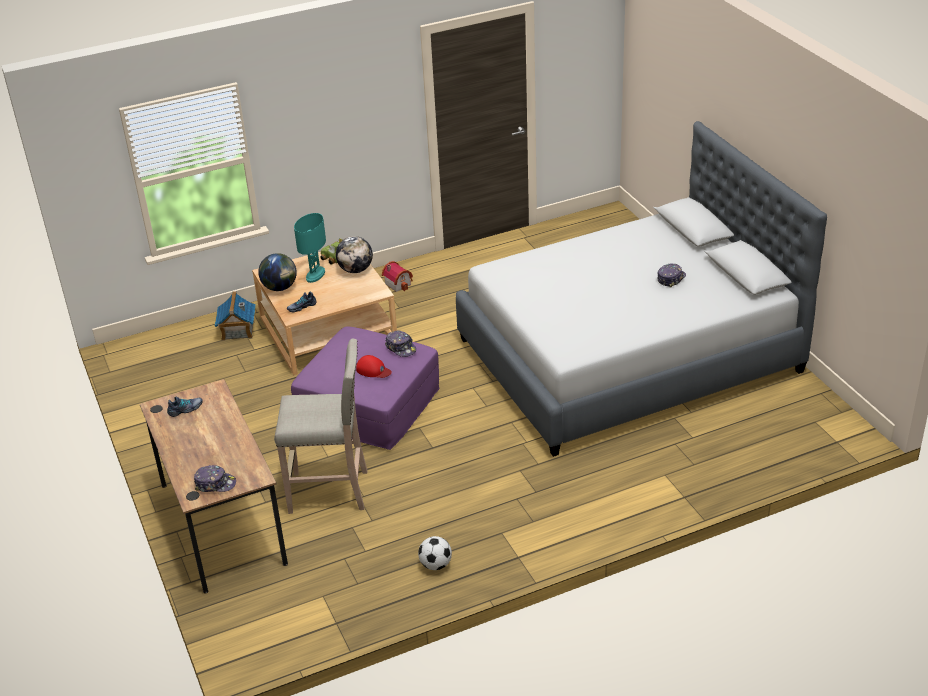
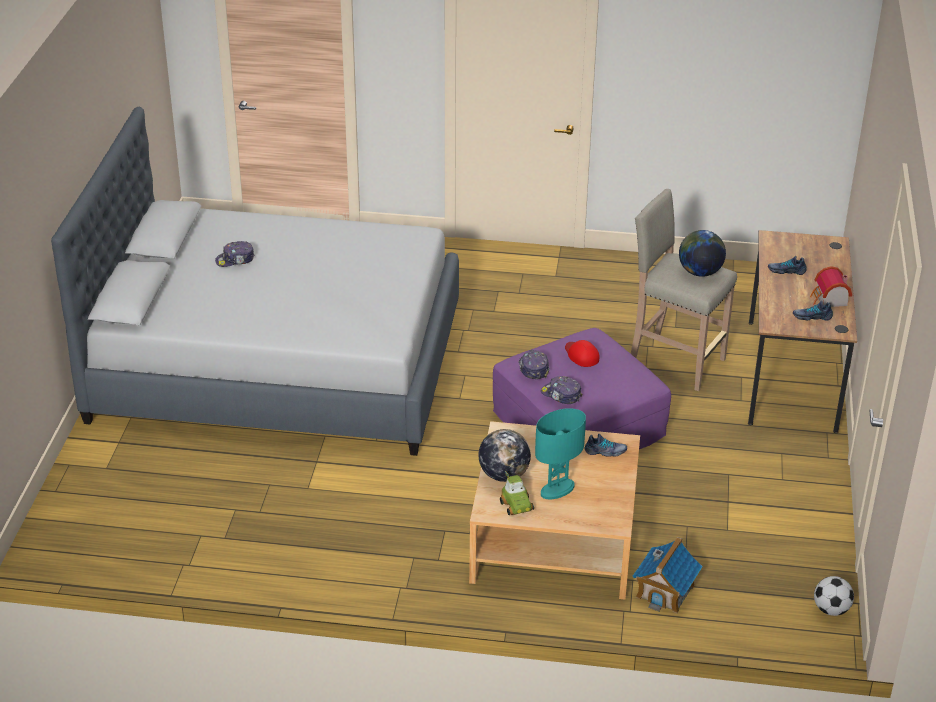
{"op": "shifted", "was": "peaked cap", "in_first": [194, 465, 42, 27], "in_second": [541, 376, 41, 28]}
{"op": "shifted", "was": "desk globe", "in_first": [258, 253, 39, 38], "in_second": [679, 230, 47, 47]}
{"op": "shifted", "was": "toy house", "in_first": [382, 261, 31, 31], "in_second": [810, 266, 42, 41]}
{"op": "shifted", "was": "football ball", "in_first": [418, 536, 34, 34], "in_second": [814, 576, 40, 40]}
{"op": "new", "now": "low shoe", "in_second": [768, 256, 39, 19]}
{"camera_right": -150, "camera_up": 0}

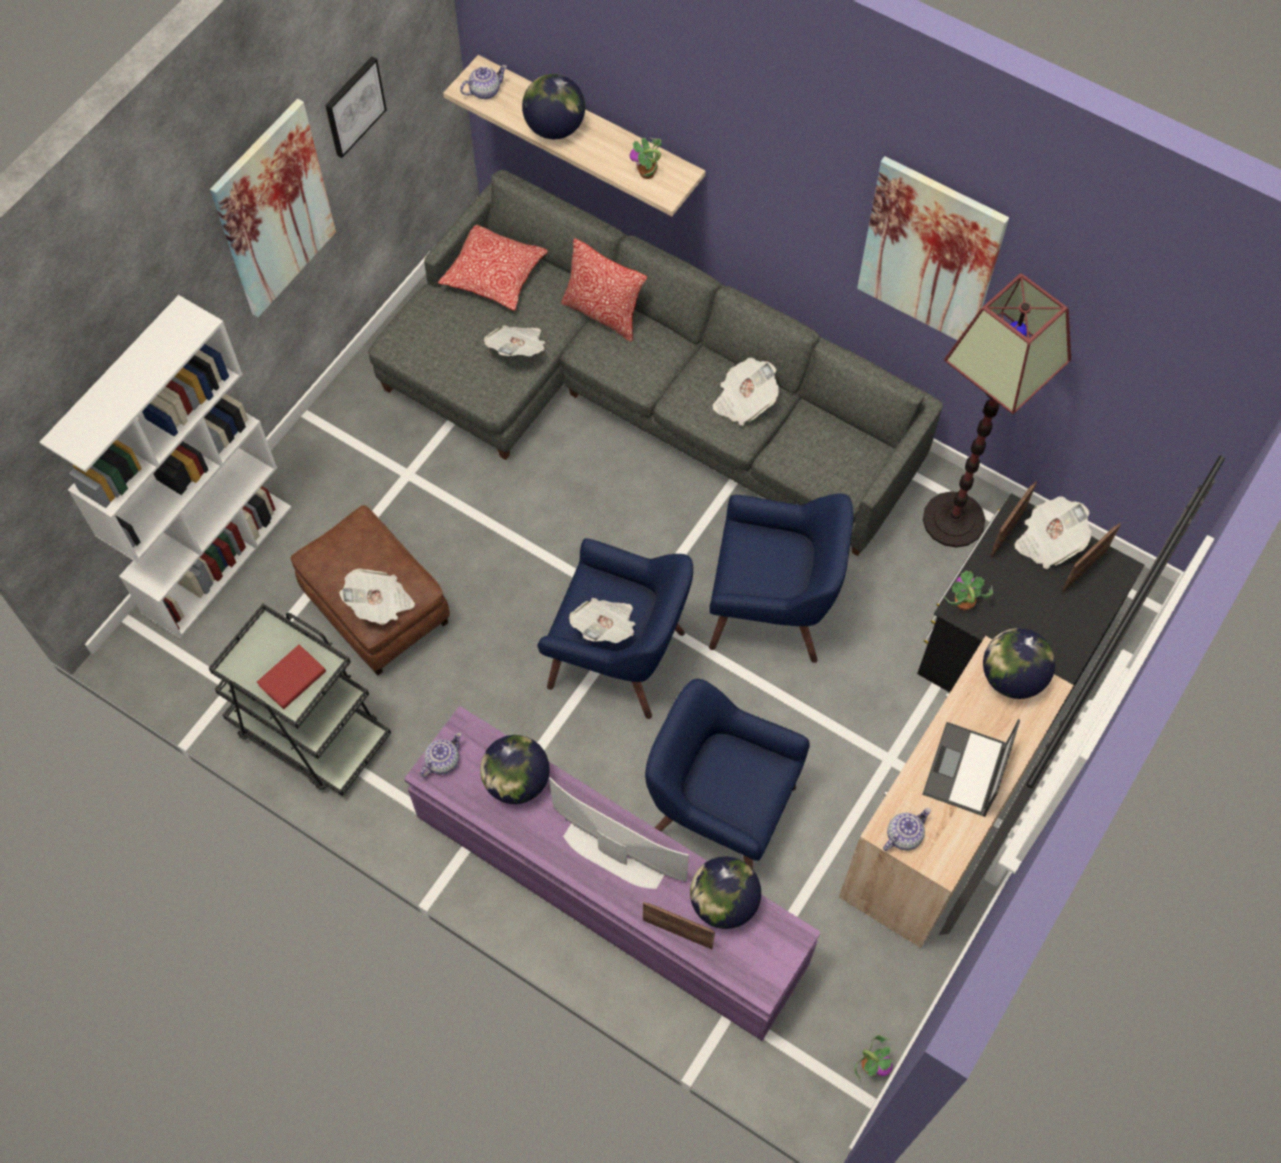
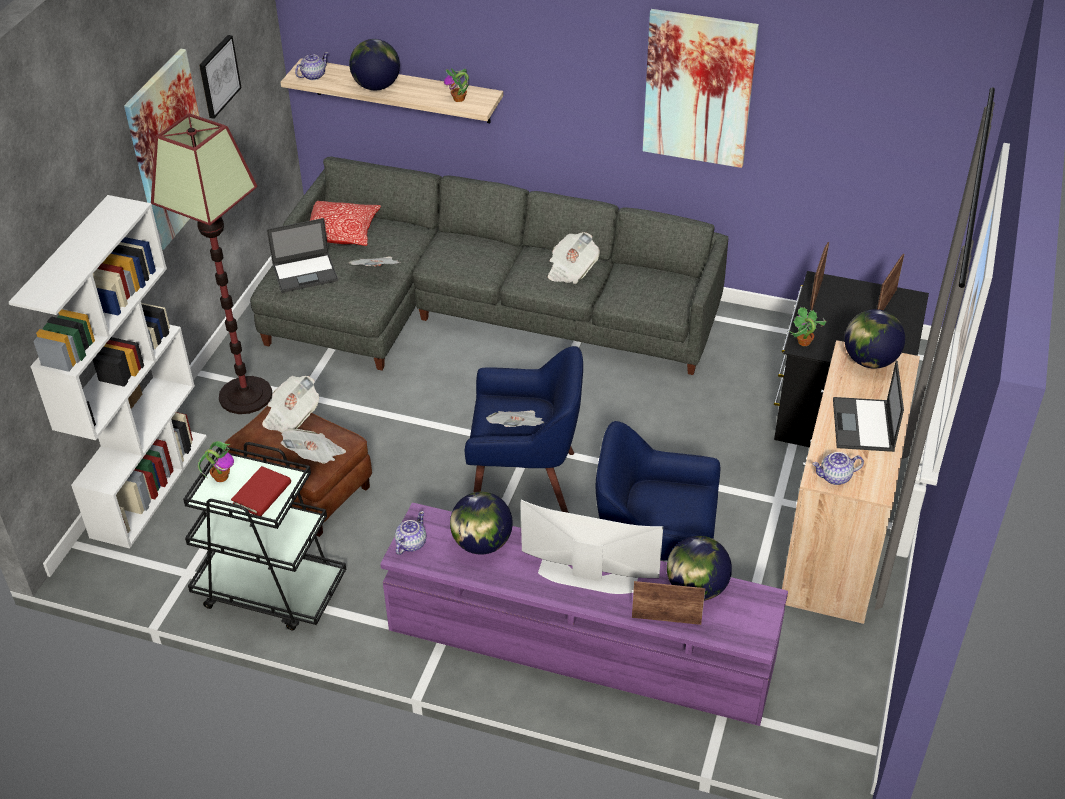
{"op": "gone", "was": "throw pillow", "in_first": [561, 238, 86, 104]}
{"op": "gone", "was": "blue-coloured easy chair", "in_first": [709, 494, 144, 169]}
{"op": "shifted", "was": "plant in a pot", "in_first": [854, 1035, 39, 48], "in_second": [198, 441, 36, 41]}
{"op": "rotated", "was": "pot for tea", "in_first": [883, 808, 48, 43], "in_second": [813, 452, 51, 33], "clockwise": -135}
{"op": "shifted", "was": "standing lamp", "in_first": [923, 273, 148, 275], "in_second": [151, 113, 121, 301]}
{"op": "shifted", "was": "newspaper", "in_first": [1015, 496, 77, 73], "in_second": [262, 376, 57, 57]}
{"op": "new", "now": "laptop", "in_second": [267, 218, 71, 75]}
{"camera_right": -15, "camera_up": -20}

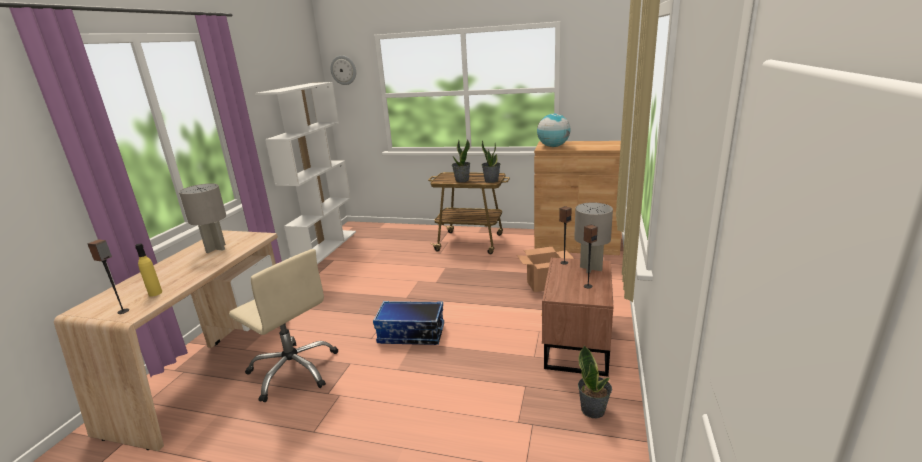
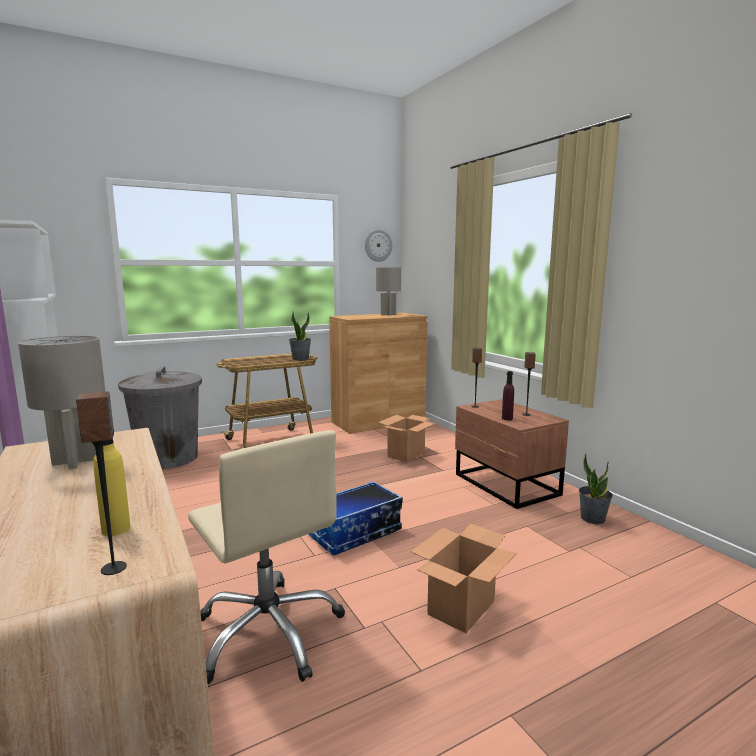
{"op": "rotated", "was": "beige desk chair", "in_first": [229, 249, 109, 153], "in_second": [188, 430, 157, 254], "clockwise": 60}
{"op": "shifted", "was": "wall clock", "in_first": [330, 55, 26, 30], "in_second": [365, 229, 27, 33]}
{"op": "gone", "was": "plant in a pot", "in_first": [452, 140, 18, 42]}
{"op": "gone", "was": "desk globe", "in_first": [537, 113, 33, 34]}
{"op": "shifted", "was": "grey lamp for a table", "in_first": [574, 202, 39, 72], "in_second": [376, 267, 25, 49]}
{"op": "new", "now": "grey rubbish bin", "in_second": [118, 367, 84, 102]}
{"op": "new", "now": "packing box", "in_second": [411, 524, 106, 109]}
{"op": "new", "now": "purplish bottle", "in_second": [502, 371, 12, 49]}
{"camera_right": -45, "camera_up": -10}

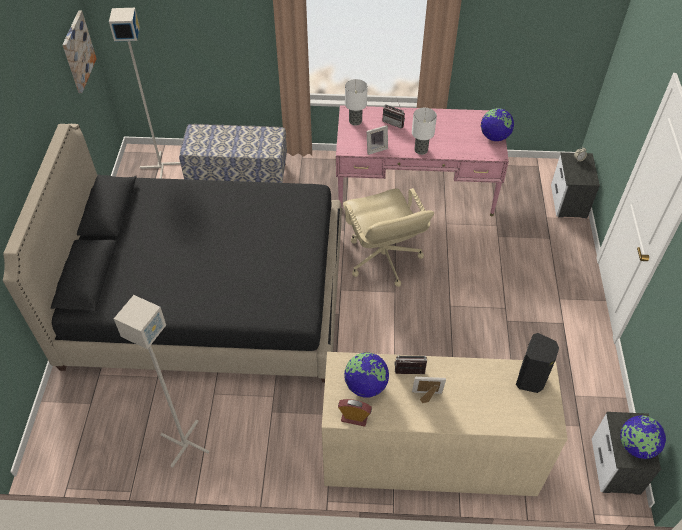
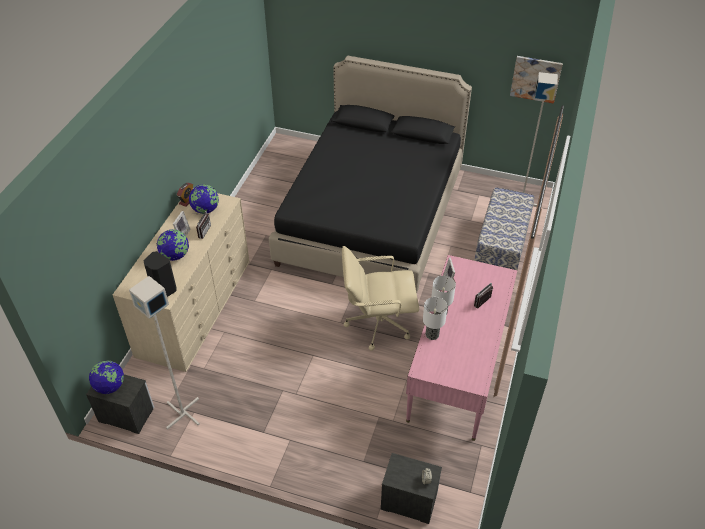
{"op": "shifted", "was": "grey standing lamp", "in_first": [114, 295, 95, 173], "in_second": [129, 276, 70, 153]}
{"op": "shifted", "was": "lamp for a table", "in_first": [345, 79, 23, 47], "in_second": [423, 297, 25, 43]}
{"op": "shifted", "was": "desk globe", "in_first": [481, 108, 33, 33], "in_second": [157, 229, 32, 32]}
{"camera_right": 105, "camera_up": -5}

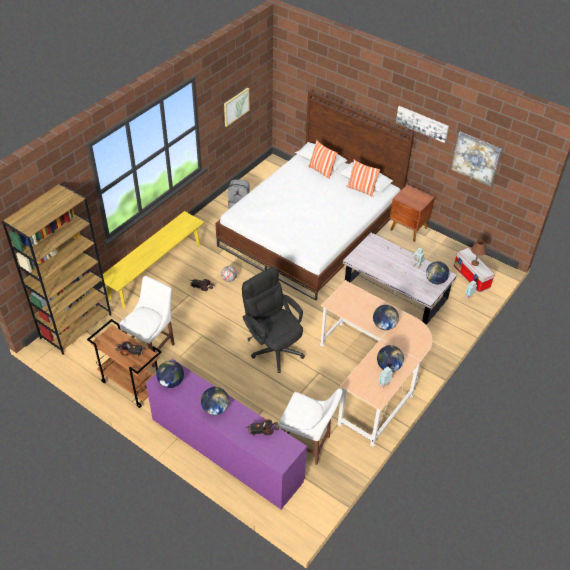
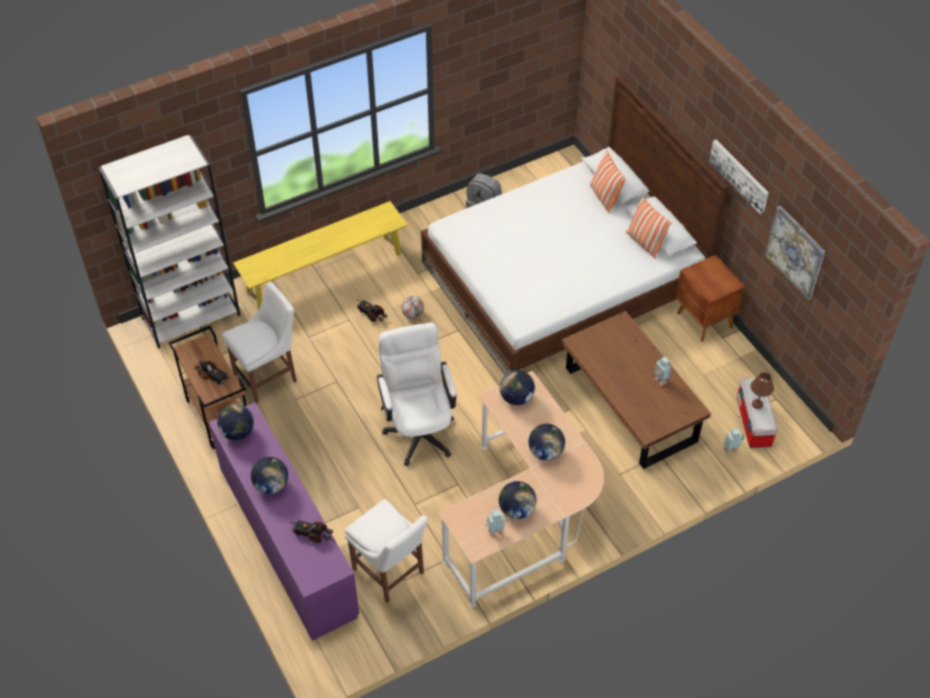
{"op": "repainted", "was": "brown bookcase", "now": "white-coloured bookcase", "in_first": [2, 184, 109, 171], "in_second": [98, 135, 142, 214]}
{"op": "gone", "was": "wall picture", "in_first": [224, 88, 26, 39]}
{"op": "repainted", "was": "black-coloured desk chair", "now": "white-coloured desk chair", "in_first": [242, 267, 63, 106], "in_second": [377, 322, 79, 144]}
{"op": "repainted", "was": "white-coloured low table", "now": "brown low table", "in_first": [343, 233, 114, 92], "in_second": [561, 311, 150, 158]}
{"op": "shifted", "was": "desk globe", "in_first": [426, 261, 23, 23], "in_second": [499, 370, 36, 35]}
{"camera_right": 25, "camera_up": 5}

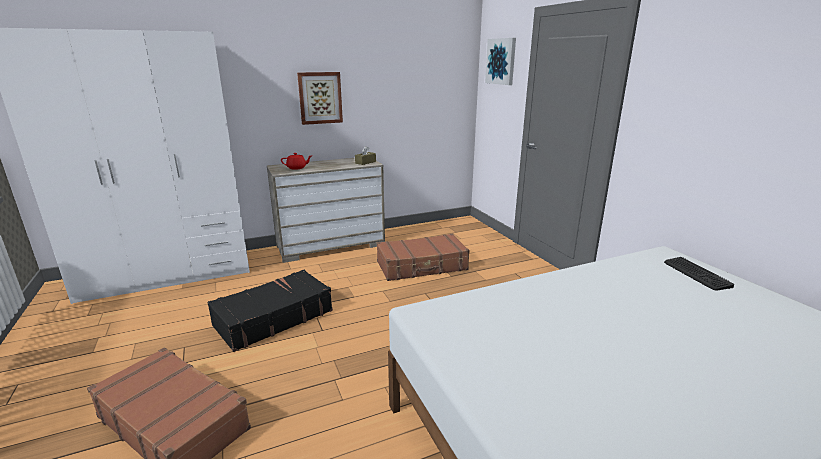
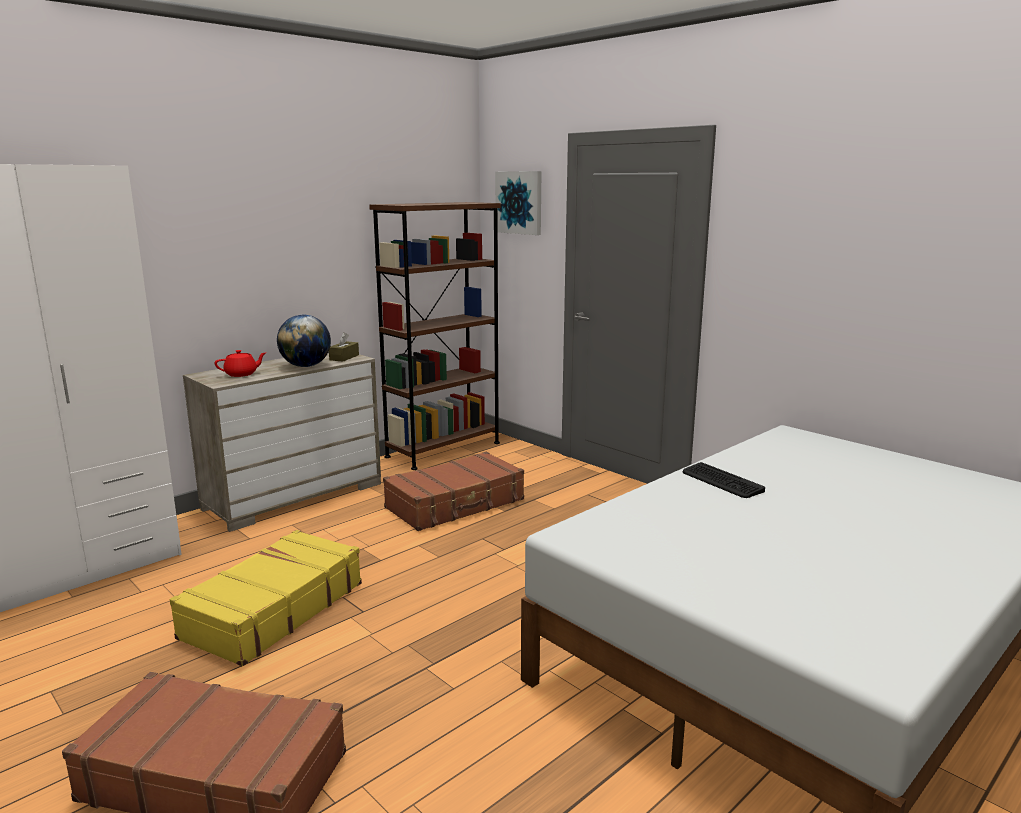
{"op": "repainted", "was": "black-coloured piece of luggage", "now": "yellow-coloured piece of luggage", "in_first": [207, 270, 126, 82], "in_second": [169, 530, 193, 136]}
{"op": "gone", "was": "wall picture", "in_first": [297, 72, 46, 53]}
{"op": "shifted", "was": "keyboard", "in_first": [664, 257, 70, 33], "in_second": [683, 462, 82, 36]}
{"op": "new", "now": "desk globe", "in_second": [277, 315, 54, 52]}
{"op": "new", "now": "brown bookcase", "in_second": [369, 202, 132, 268]}
{"camera_right": -20, "camera_up": -5}

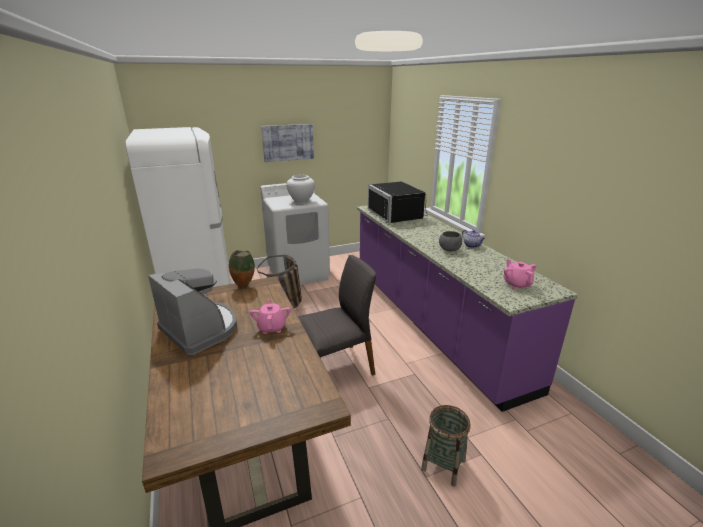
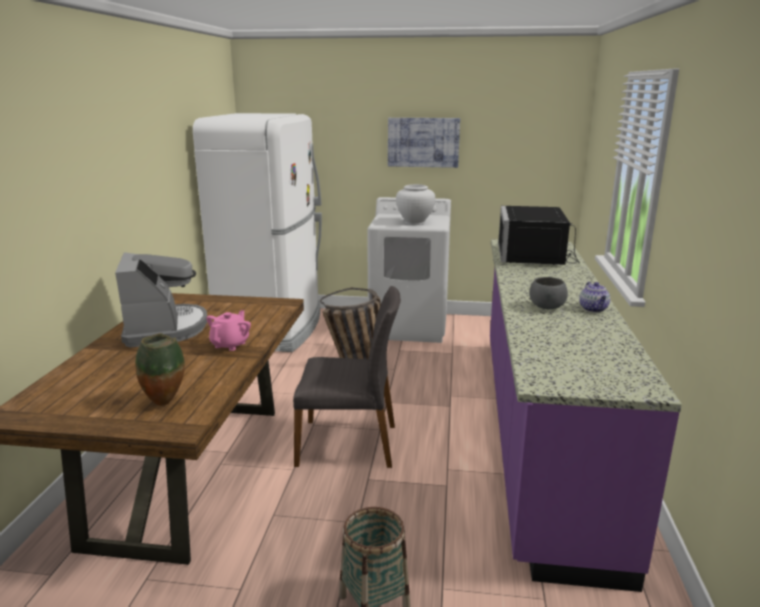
{"op": "shifted", "was": "flower vase", "in_first": [229, 250, 26, 38], "in_second": [135, 333, 50, 73]}
{"op": "gone", "was": "pink-coloured pot for tea", "in_first": [504, 259, 32, 31]}
{"camera_right": 30, "camera_up": -5}

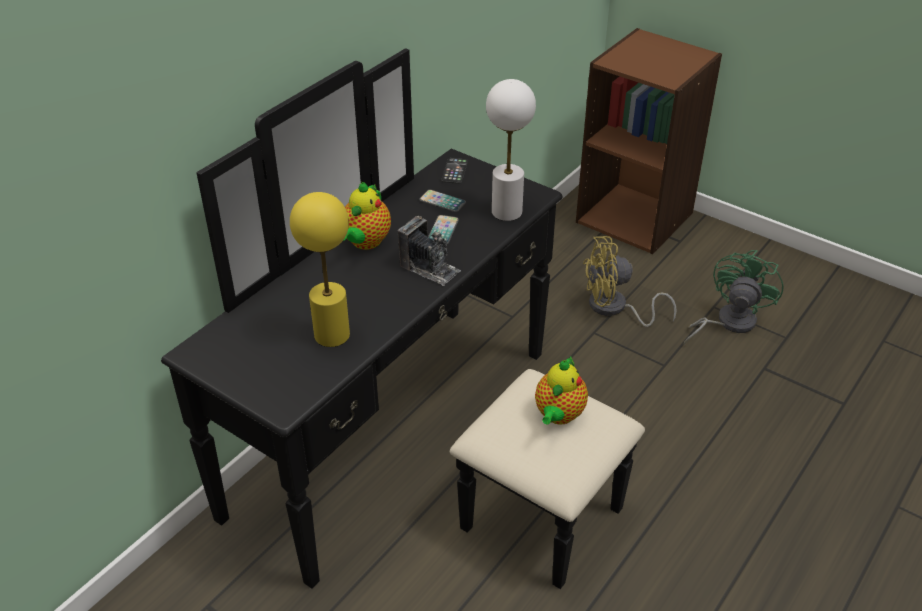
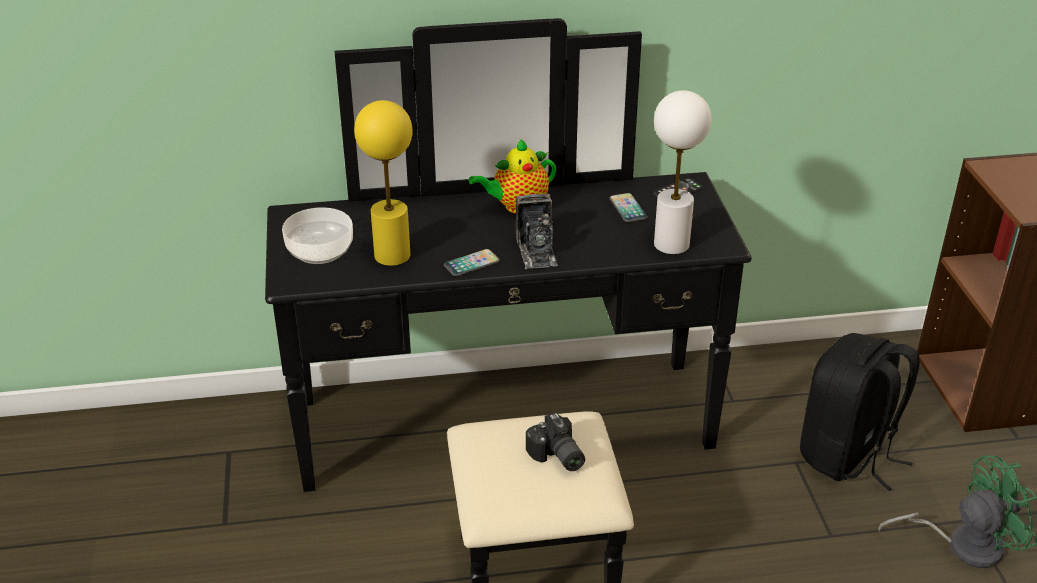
{"op": "shifted", "was": "handset", "in_first": [428, 215, 31, 30], "in_second": [444, 249, 56, 27]}
{"op": "swapped", "was": "pot for tea", "now": "photo camera", "in_first": [535, 357, 53, 68], "in_second": [526, 412, 59, 59]}
{"op": "swapped", "was": "yellow-coloured fan", "now": "black-coloured backpack", "in_first": [583, 236, 94, 91], "in_second": [800, 333, 120, 158]}
{"op": "new", "now": "serving bowl", "in_second": [282, 207, 71, 57]}
{"camera_right": 45, "camera_up": -5}

